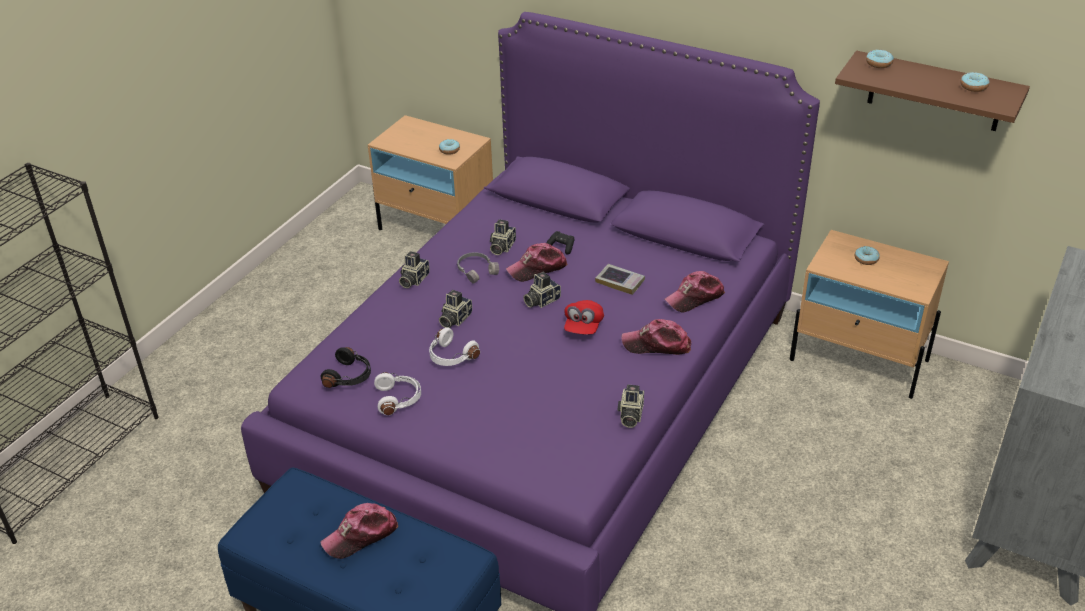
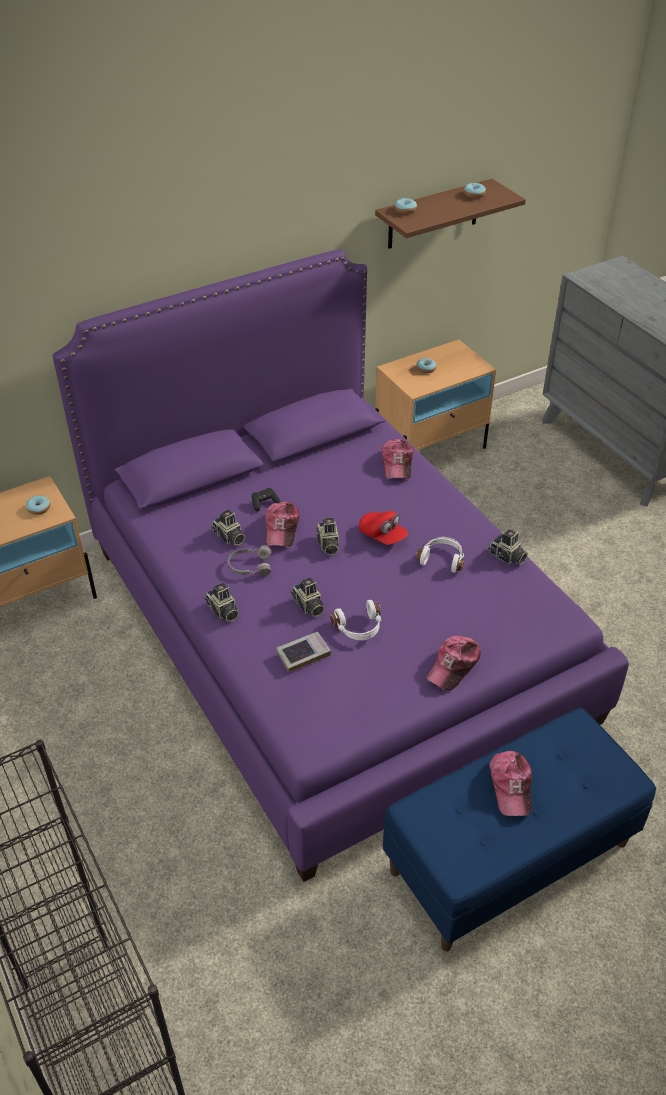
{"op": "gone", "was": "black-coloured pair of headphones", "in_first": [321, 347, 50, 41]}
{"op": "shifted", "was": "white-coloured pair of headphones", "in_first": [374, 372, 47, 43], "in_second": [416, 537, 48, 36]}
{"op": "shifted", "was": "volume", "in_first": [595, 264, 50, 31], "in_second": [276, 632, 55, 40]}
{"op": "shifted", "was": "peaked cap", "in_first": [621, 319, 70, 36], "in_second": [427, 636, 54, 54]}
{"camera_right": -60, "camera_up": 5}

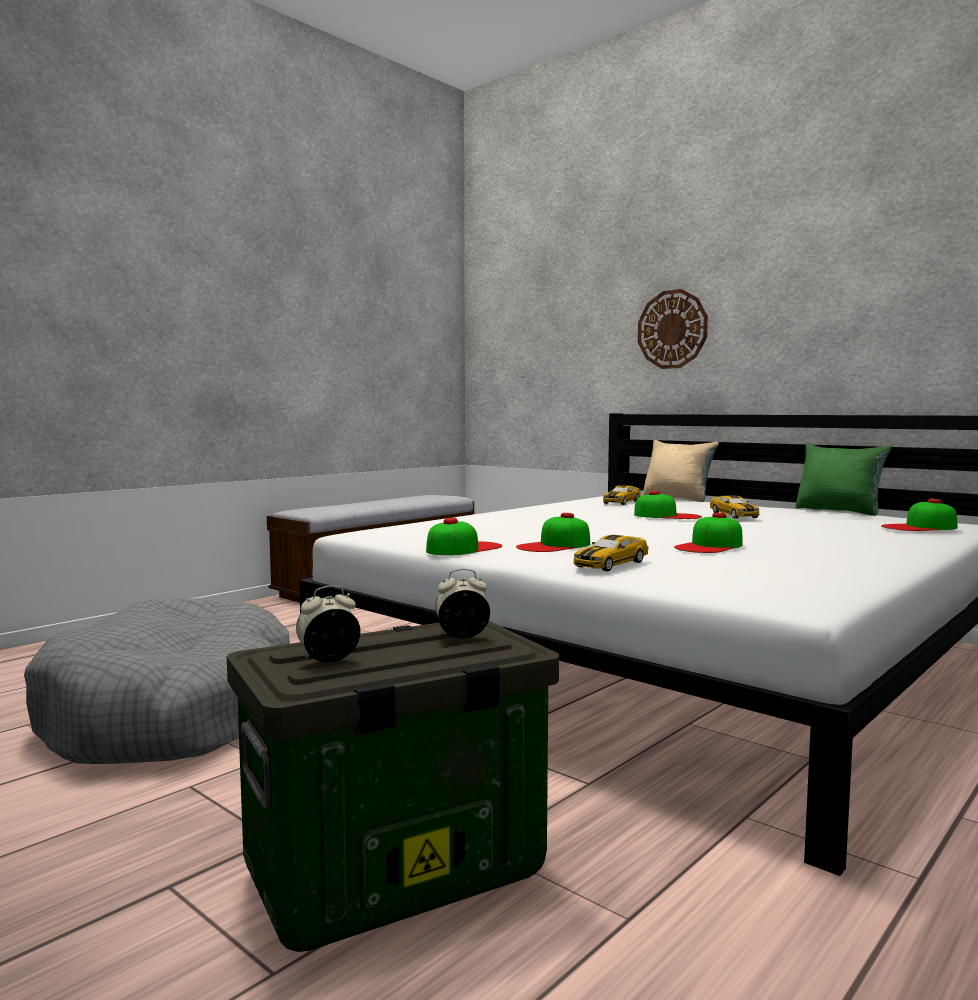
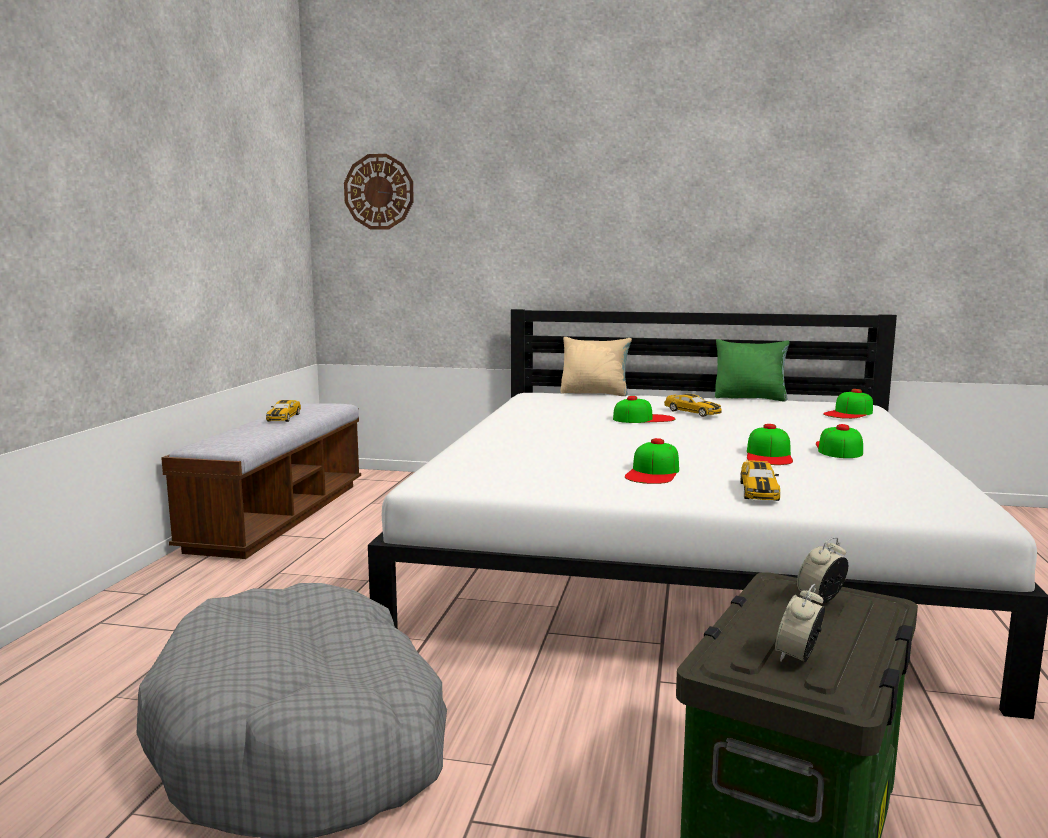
{"op": "shifted", "was": "peaked cap", "in_first": [426, 518, 76, 37], "in_second": [816, 424, 47, 34]}
{"op": "shifted", "was": "toy car", "in_first": [603, 485, 38, 20], "in_second": [266, 400, 35, 22]}
{"op": "shifted", "was": "wall clock", "in_first": [638, 289, 70, 80], "in_second": [344, 154, 70, 76]}
{"camera_right": -30, "camera_up": 5}

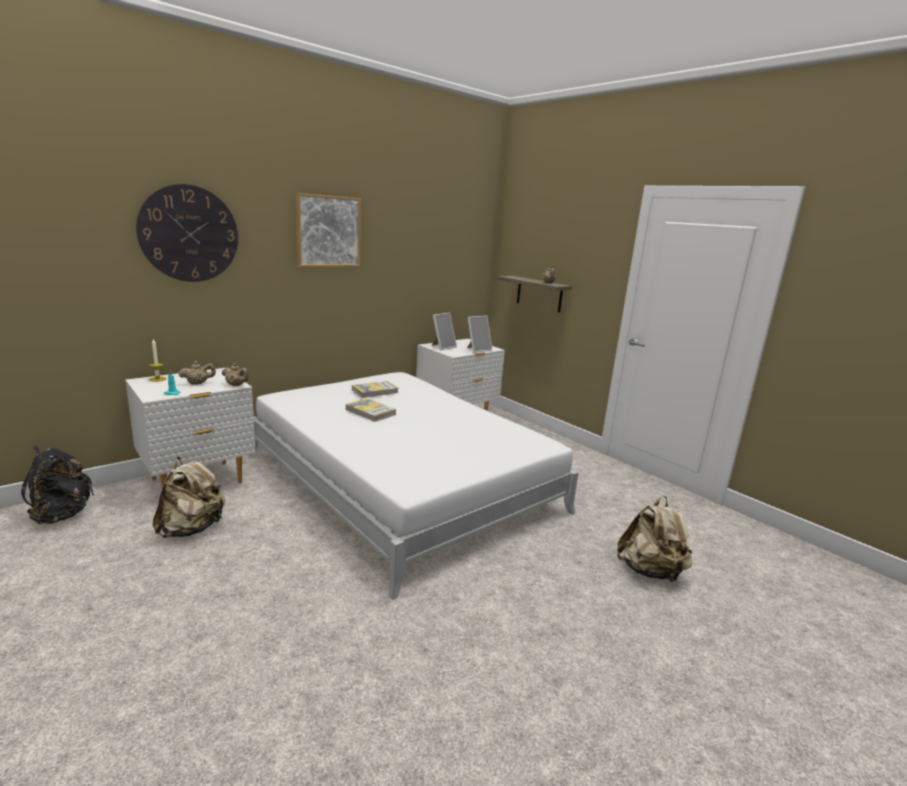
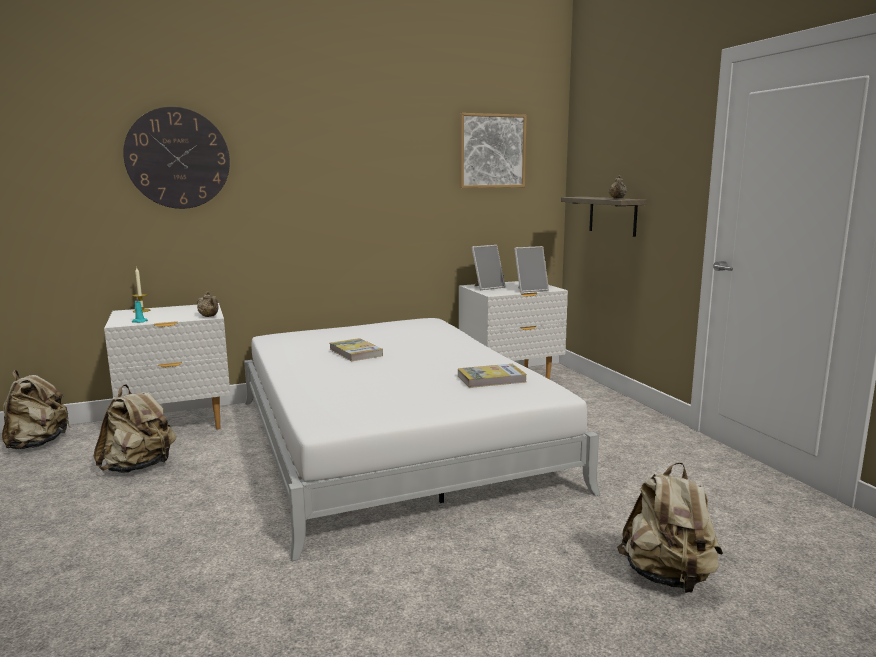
{"op": "repainted", "was": "black-coloured backpack", "now": "beige backpack", "in_first": [21, 446, 73, 78], "in_second": [2, 370, 68, 79]}
{"op": "gone", "was": "beige pot for tea", "in_first": [179, 361, 37, 24]}
{"op": "shifted", "was": "wall picture", "in_first": [295, 193, 66, 74], "in_second": [460, 113, 67, 75]}
{"op": "shifted", "was": "volume", "in_first": [352, 381, 46, 17], "in_second": [458, 364, 69, 24]}
{"camera_right": 20, "camera_up": -5}

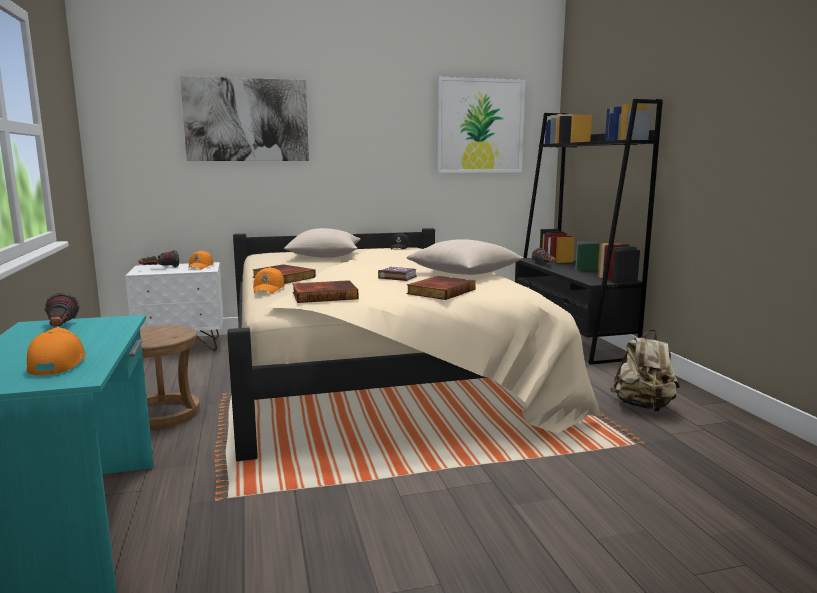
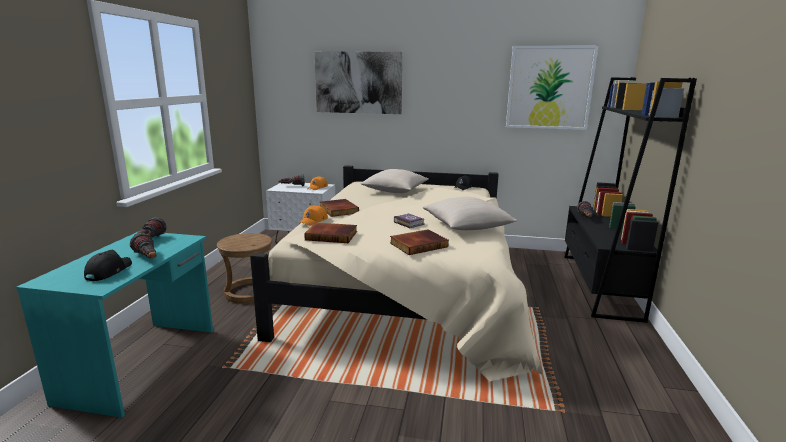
{"op": "repainted", "was": "orange peaked cap", "now": "black-coloured peaked cap", "in_first": [27, 327, 59, 48], "in_second": [84, 250, 48, 31]}
{"op": "gone", "was": "beige backpack", "in_first": [610, 330, 70, 81]}
{"op": "new", "now": "torch", "in_second": [130, 233, 27, 25]}
{"camera_right": 25, "camera_up": 5}

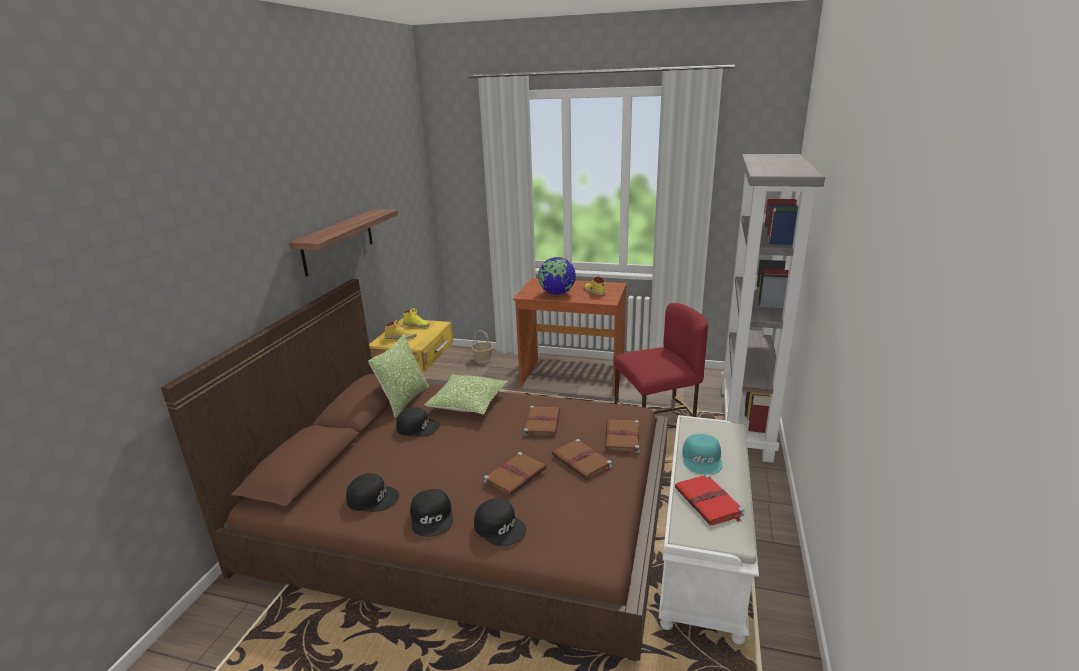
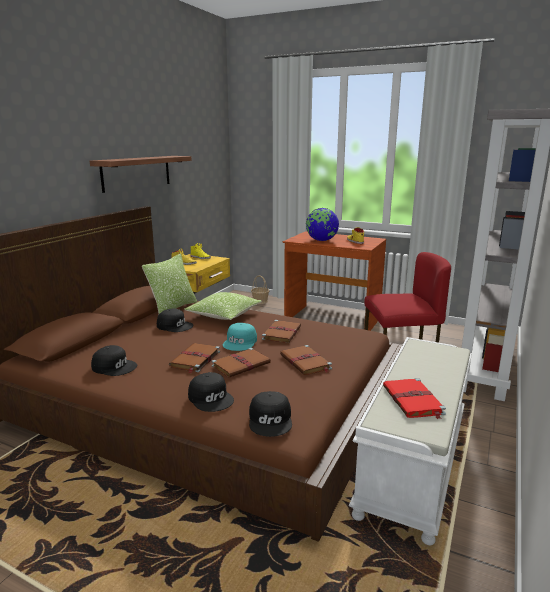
{"op": "shifted", "was": "black-coloured peaked cap", "in_first": [410, 489, 43, 48], "in_second": [249, 391, 43, 46]}
{"op": "shifted", "was": "brown volume", "in_first": [605, 419, 35, 36], "in_second": [169, 343, 51, 30]}
{"op": "shifted", "was": "turquoise peaked cap", "in_first": [683, 434, 40, 40], "in_second": [223, 323, 34, 28]}
{"camera_right": 10, "camera_up": -5}

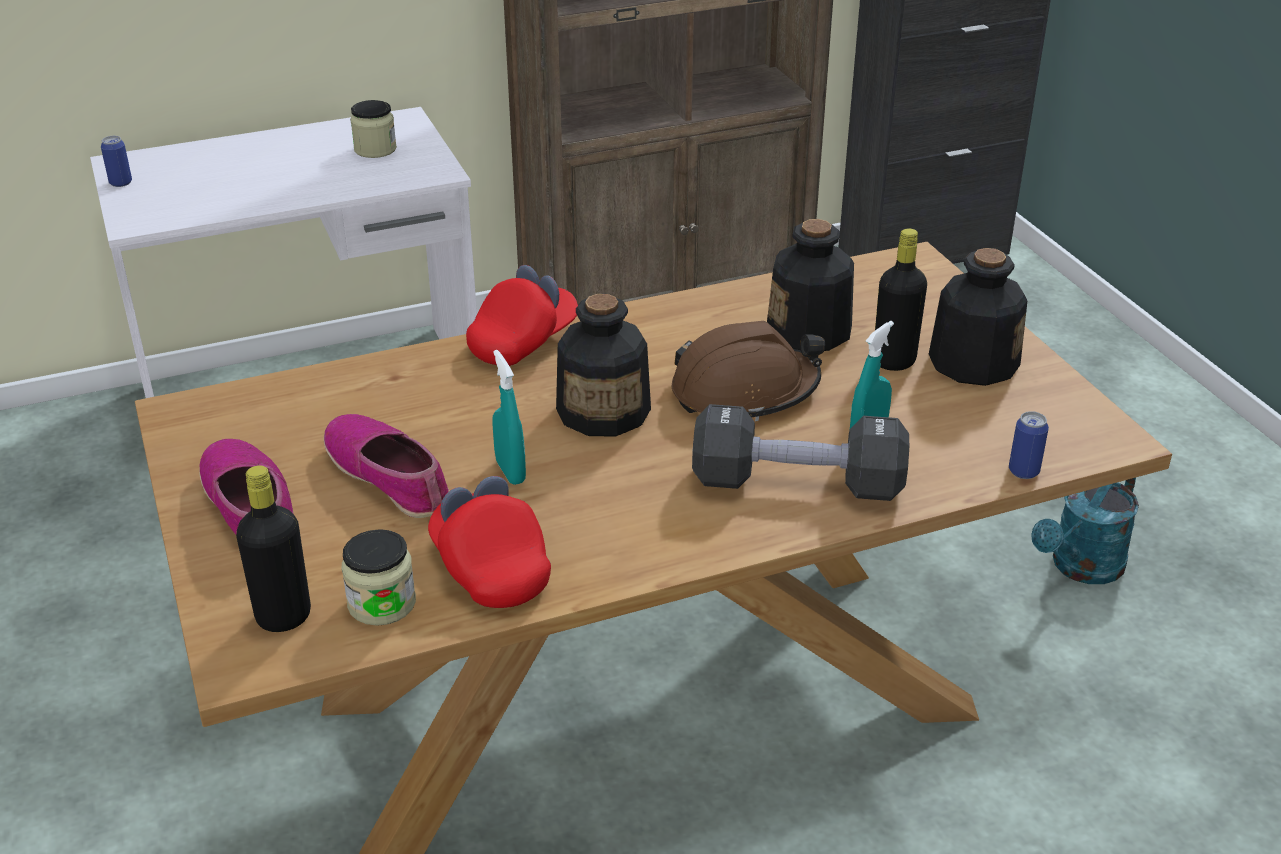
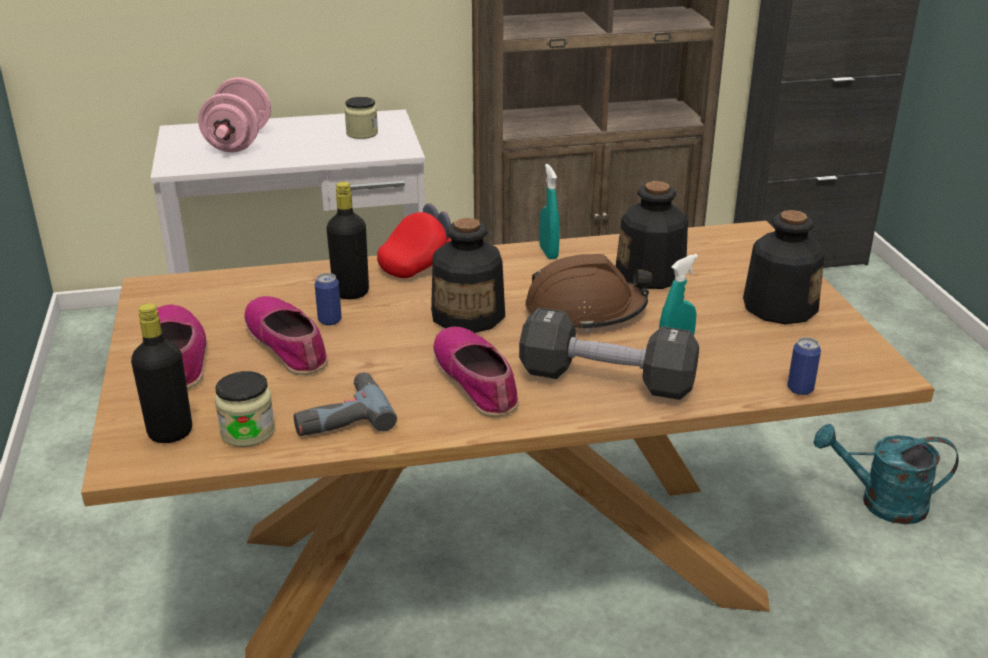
{"op": "shifted", "was": "metal can", "in_first": [101, 136, 31, 51], "in_second": [315, 273, 27, 53]}
{"op": "swapped", "was": "reddish peaked cap", "now": "electric drill", "in_first": [428, 476, 123, 132], "in_second": [294, 372, 103, 64]}
{"op": "shifted", "was": "turquoise hand sprayer", "in_first": [492, 350, 34, 135], "in_second": [539, 164, 21, 95]}
{"op": "shifted", "was": "black-coloured bottle", "in_first": [875, 228, 52, 143], "in_second": [327, 182, 42, 117]}
{"op": "rotated", "was": "turquoise sprinkling can", "in_first": [1031, 478, 108, 106], "in_second": [814, 424, 145, 100], "clockwise": 45}
{"op": "new", "now": "pink-coloured hand weight", "in_second": [198, 77, 73, 75]}
{"op": "new", "now": "low shoe", "in_second": [433, 327, 86, 90]}
{"camera_right": 10, "camera_up": -5}

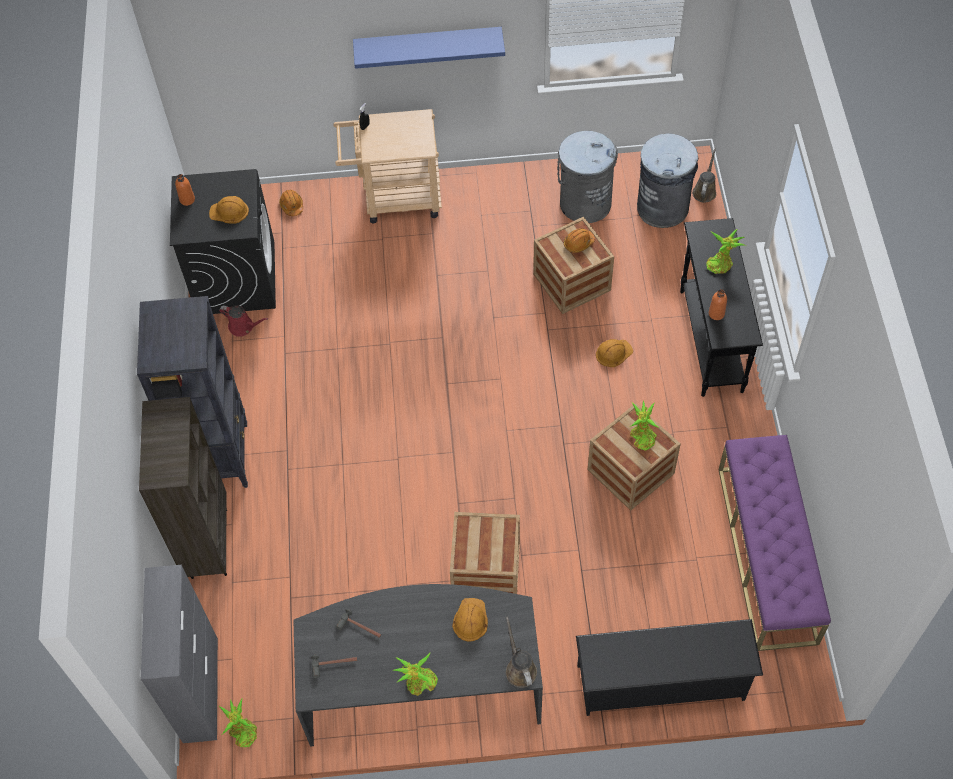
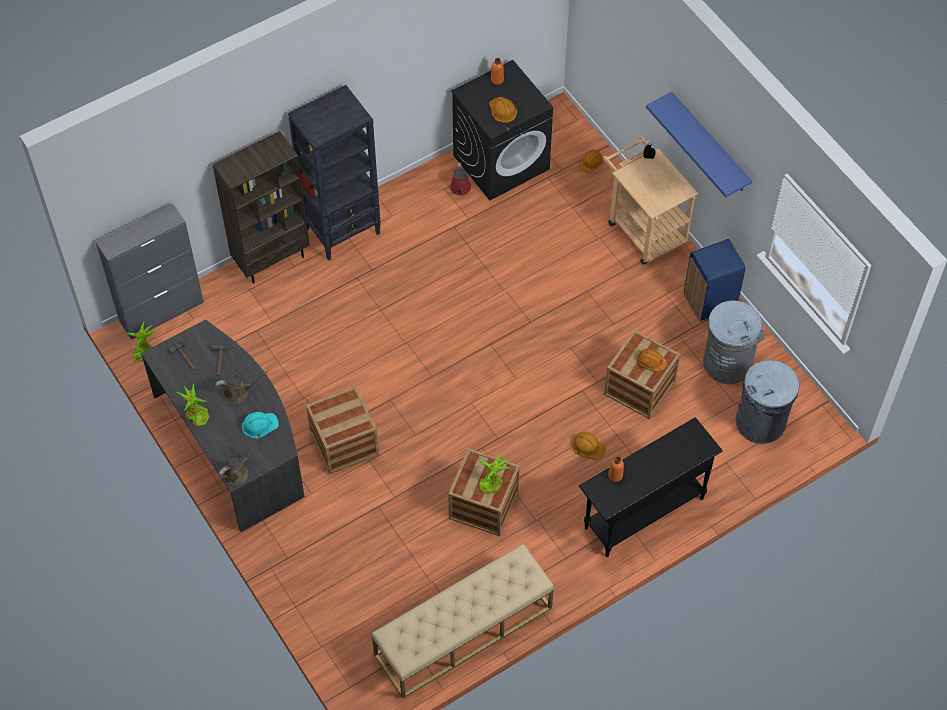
{"op": "repainted", "was": "orange work helmet", "now": "turquoise work helmet", "in_first": [452, 598, 36, 43], "in_second": [242, 412, 37, 27]}
{"op": "gone", "was": "black-coloured shoe shelf", "in_first": [576, 619, 187, 97]}
{"op": "shifted", "was": "brown sprinkling can", "in_first": [692, 148, 24, 55], "in_second": [215, 371, 52, 32]}
{"op": "gone", "was": "plant in a pot", "in_first": [707, 229, 39, 45]}
{"op": "repainted", "was": "purplish indoor bench", "now": "beige indoor bench", "in_first": [718, 435, 113, 216], "in_second": [372, 544, 182, 154]}
{"op": "new", "now": "blue-coloured rubbish bin", "in_second": [684, 239, 62, 82]}
{"camera_right": 60, "camera_up": 0}

